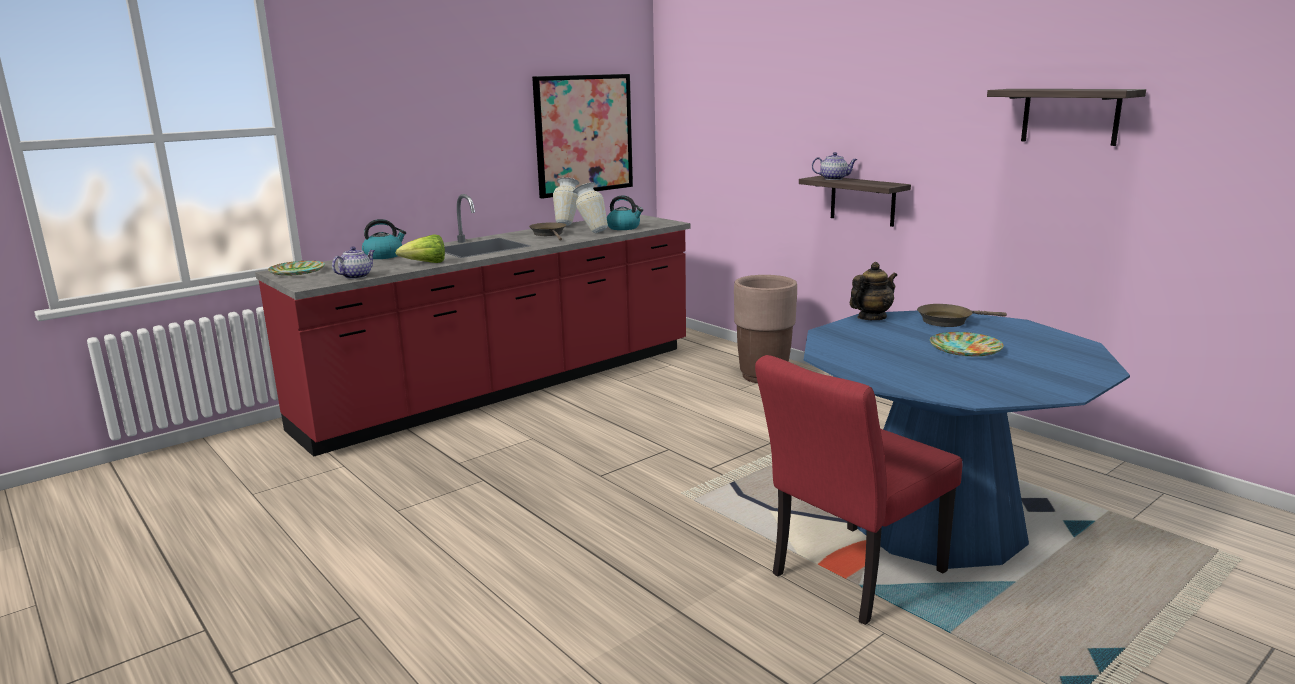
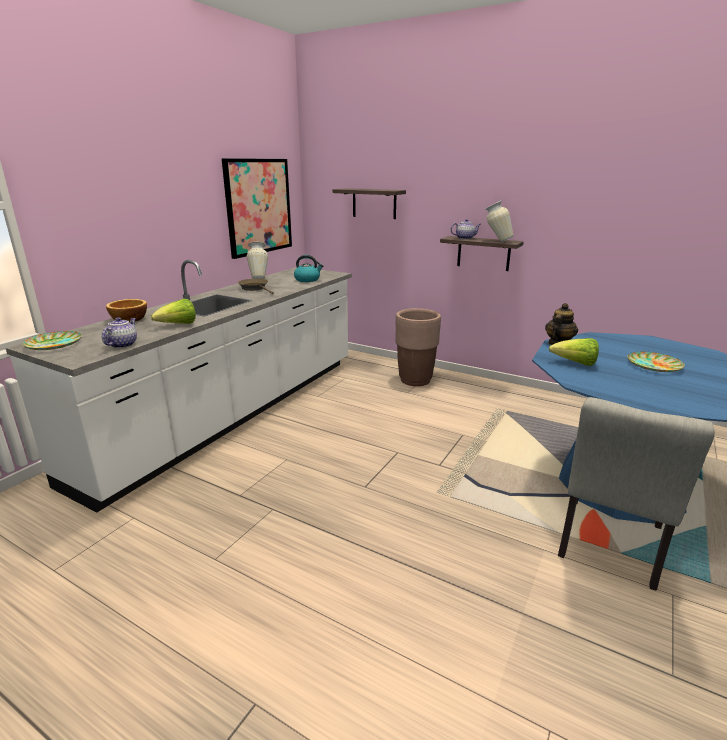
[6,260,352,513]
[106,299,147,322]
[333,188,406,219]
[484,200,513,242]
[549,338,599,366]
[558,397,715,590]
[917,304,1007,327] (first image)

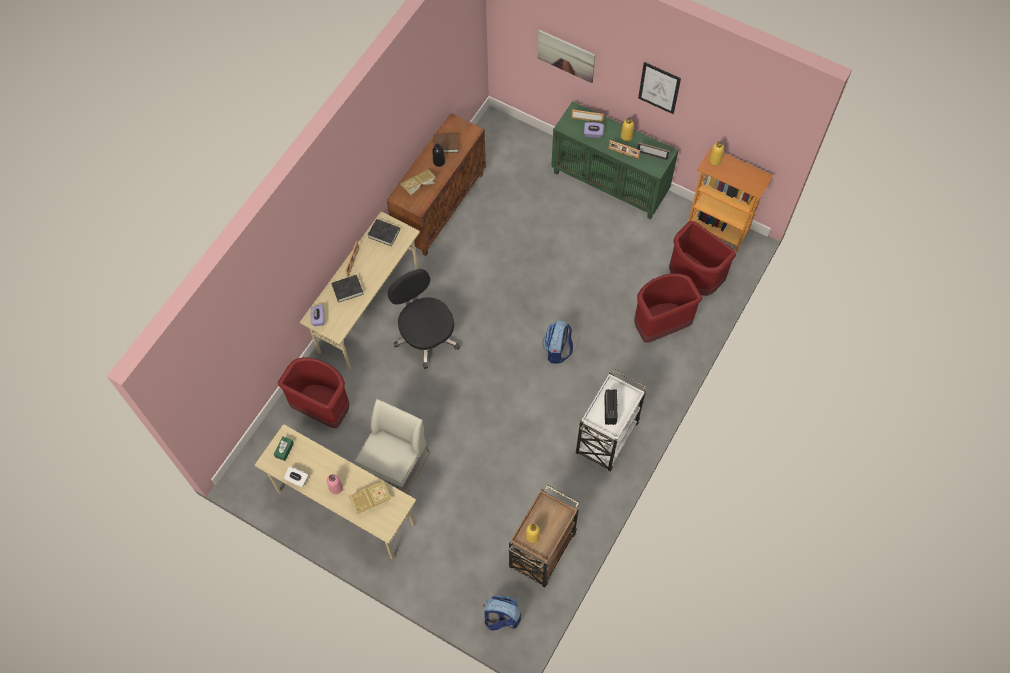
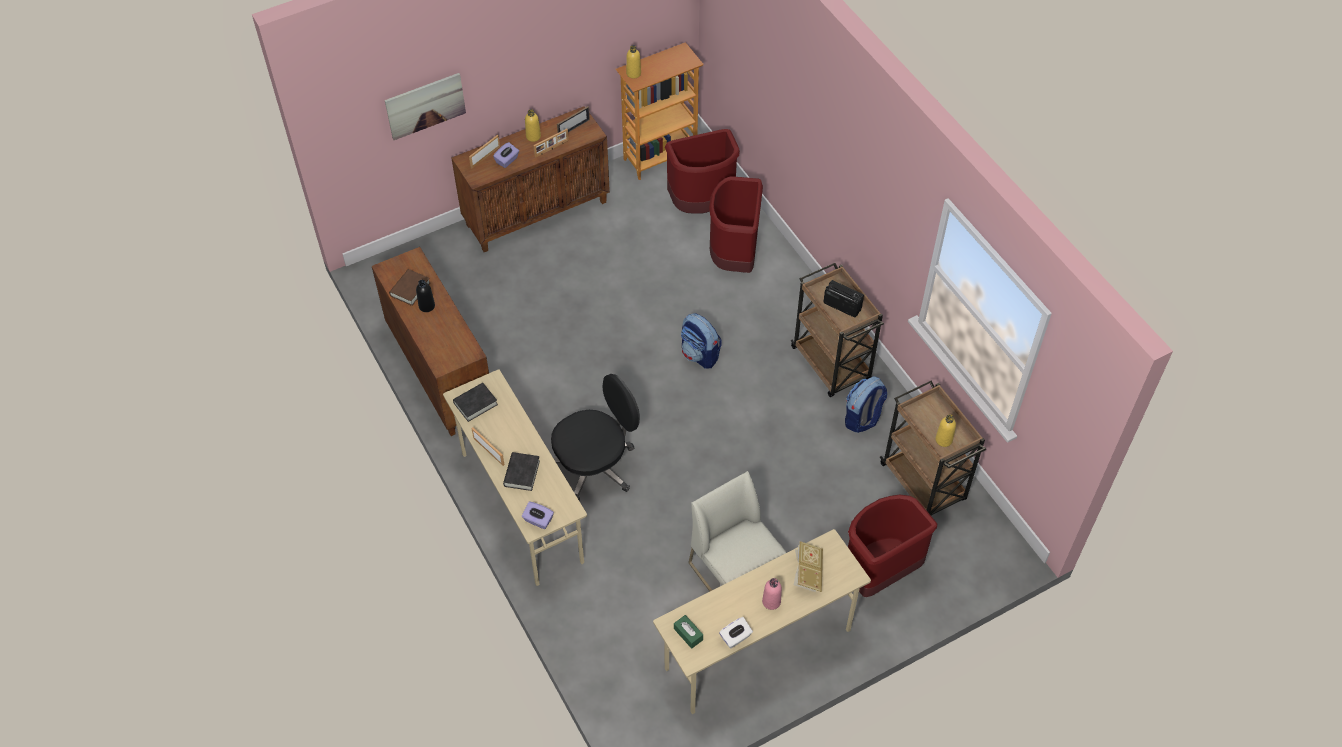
[451,106,610,252]
[551,374,640,501]
[790,263,884,397]
[845,376,887,433]
[848,494,937,597]
[400,170,436,195] (first image)
[638,62,681,114] (first image)

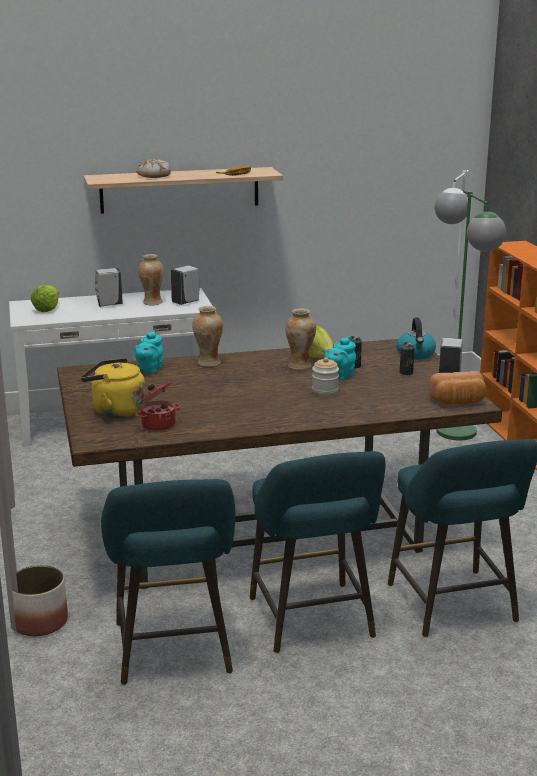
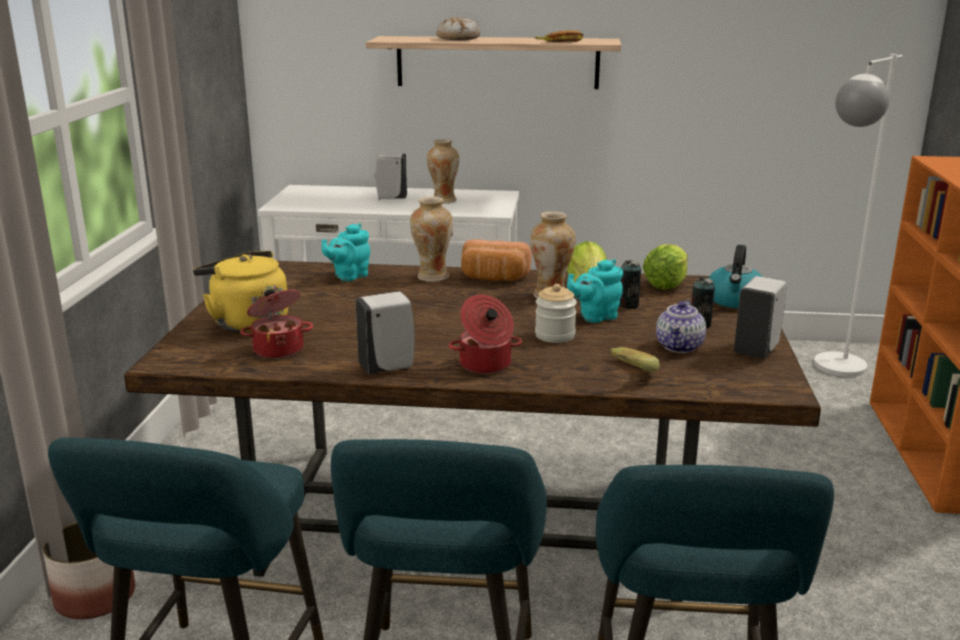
[355,291,415,374]
[449,294,522,374]
[461,239,532,281]
[610,347,660,372]
[643,244,688,289]
[656,300,706,353]
[436,190,506,440] (first image)

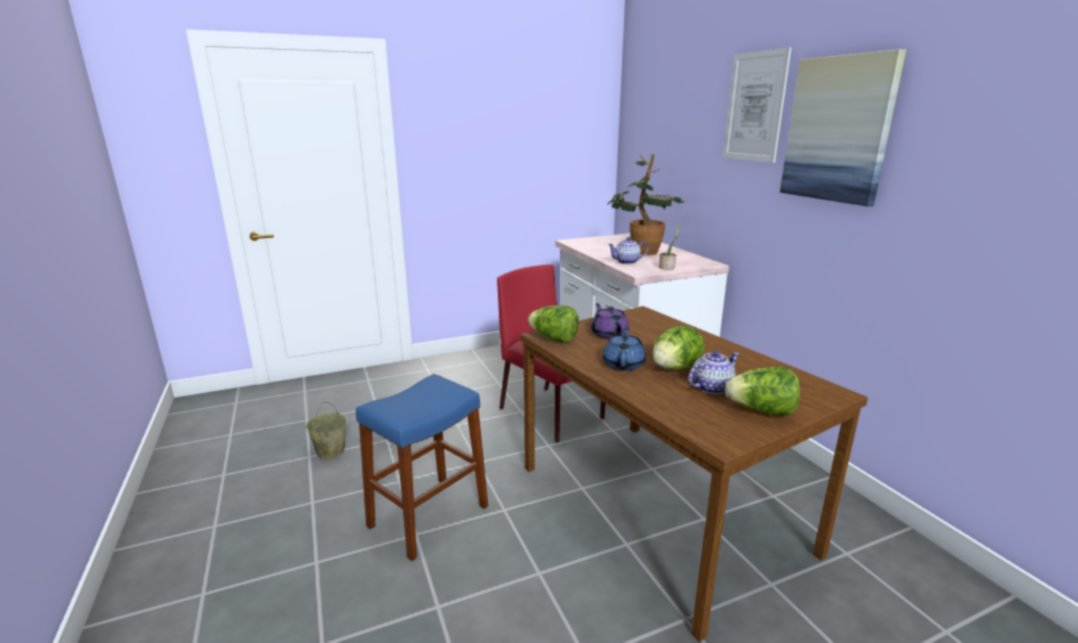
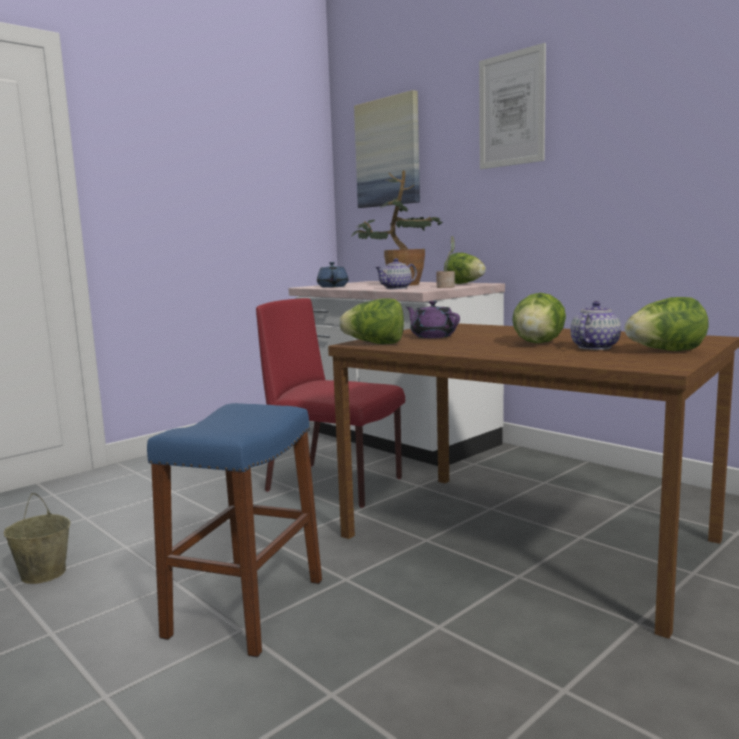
[317,262,348,288]
[354,90,420,208]
[444,253,486,284]

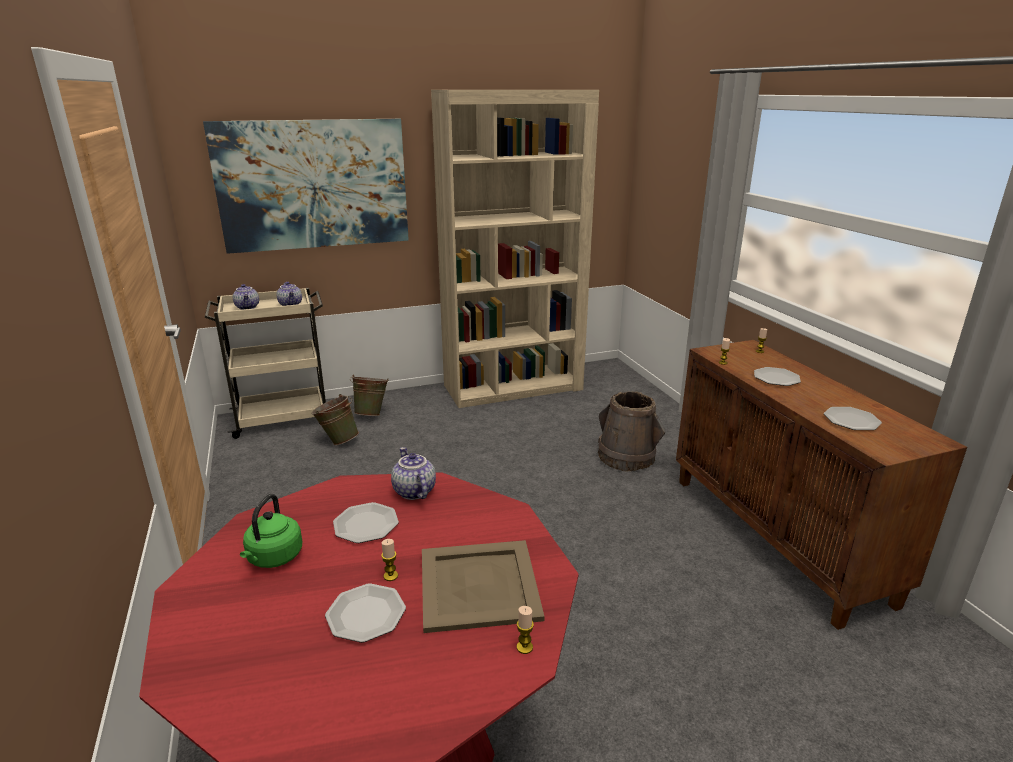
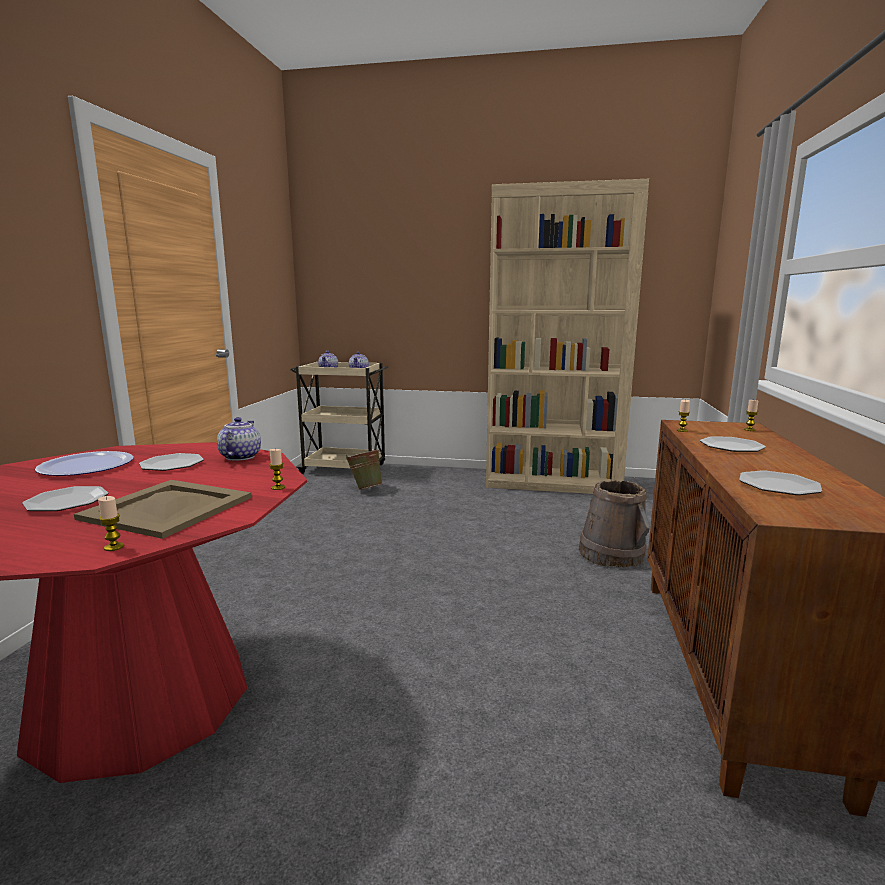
[35,451,133,476]
[269,449,285,490]
[203,119,409,254] (first image)
[350,374,389,416] (first image)

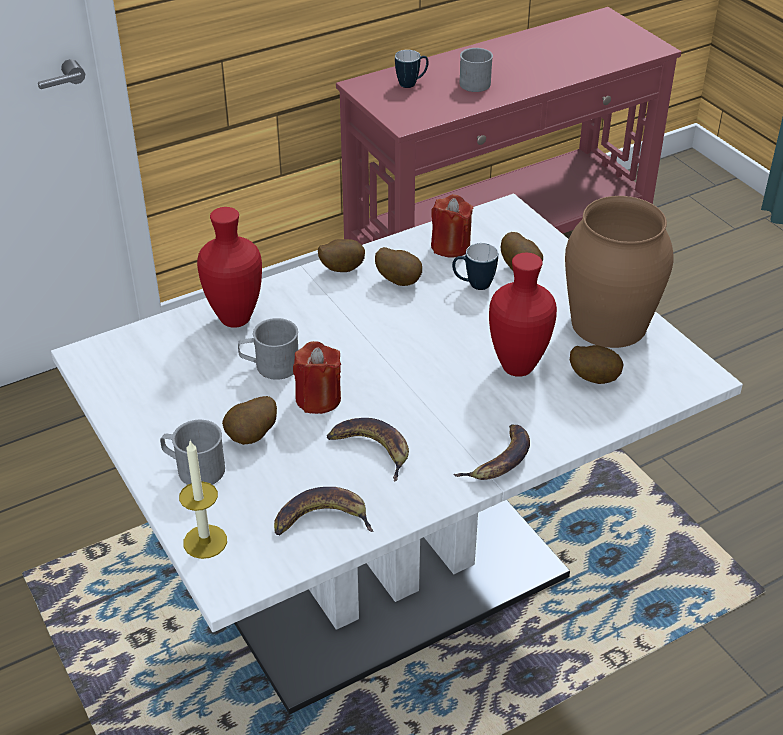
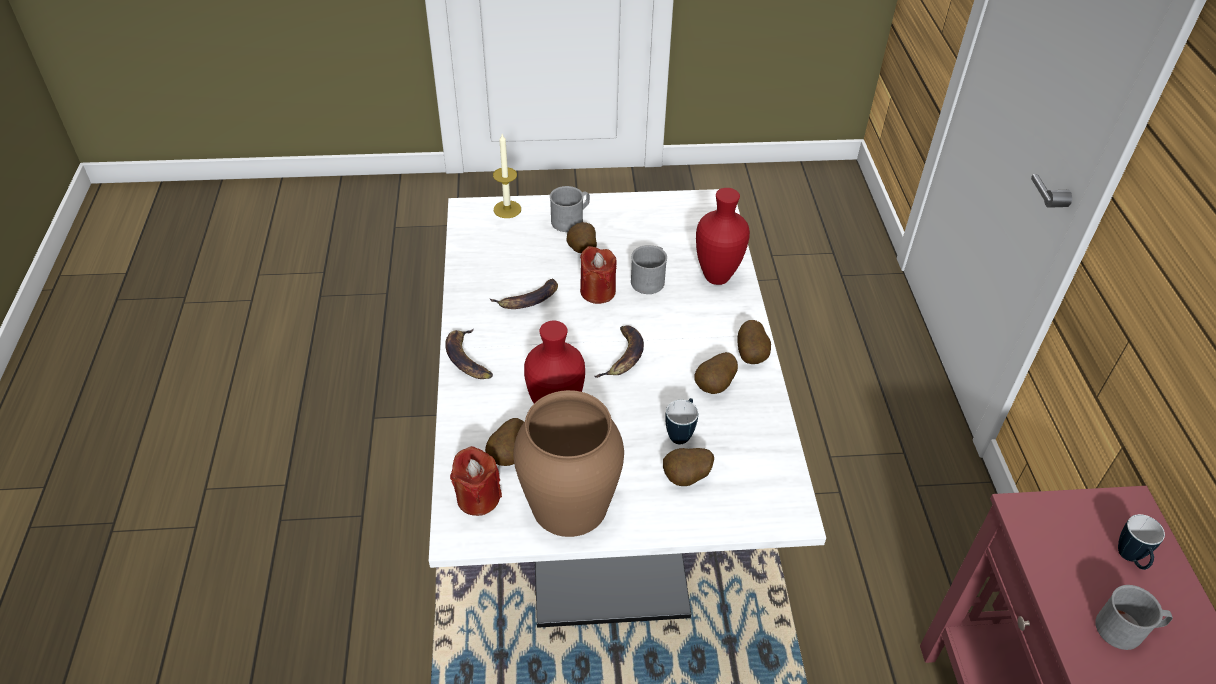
[450,446,502,516]
[594,325,644,378]

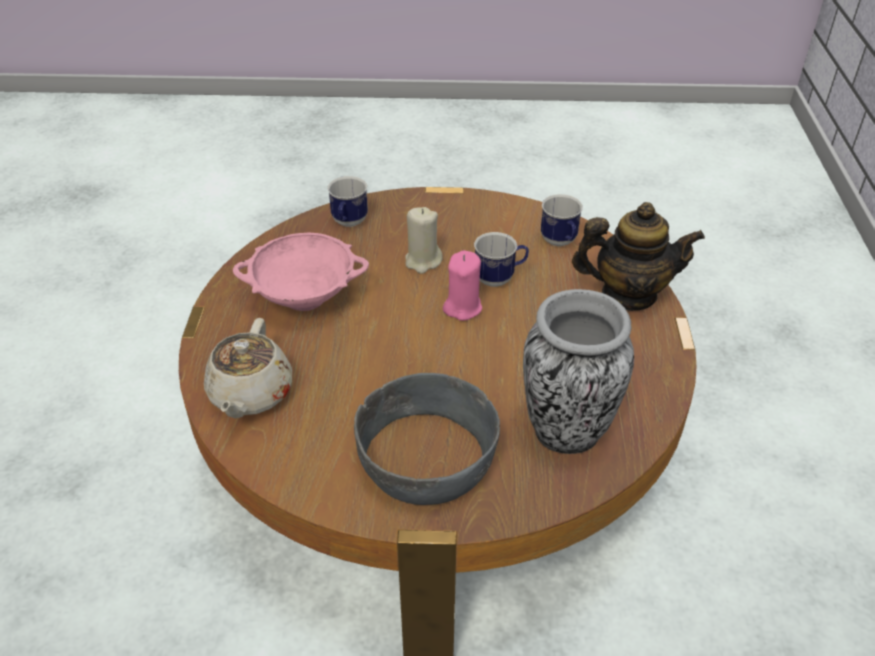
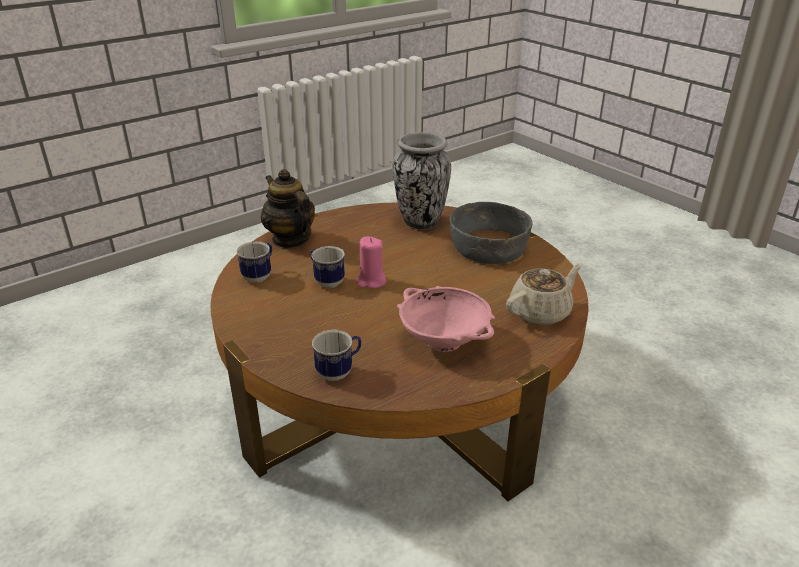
[405,207,442,274] (first image)

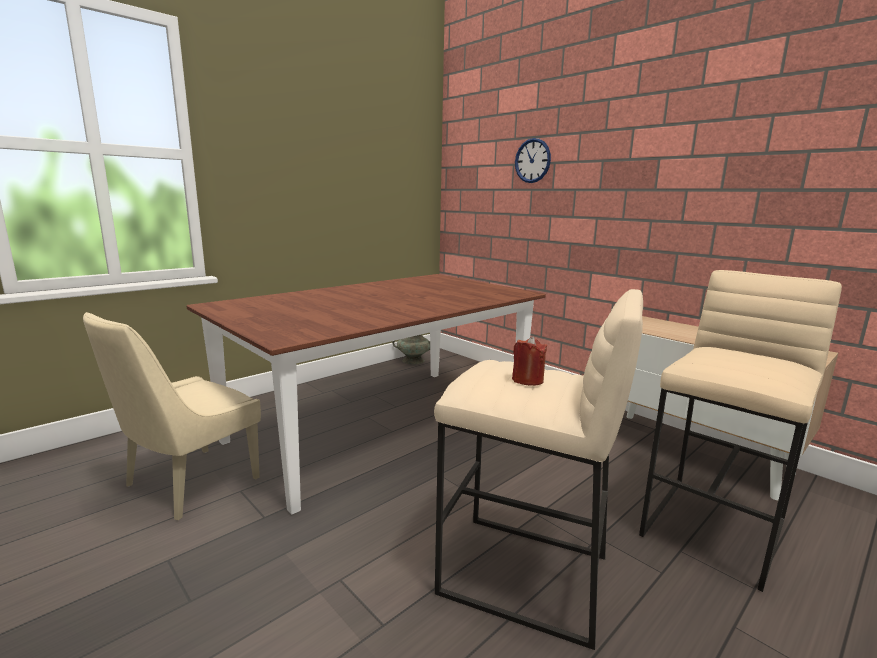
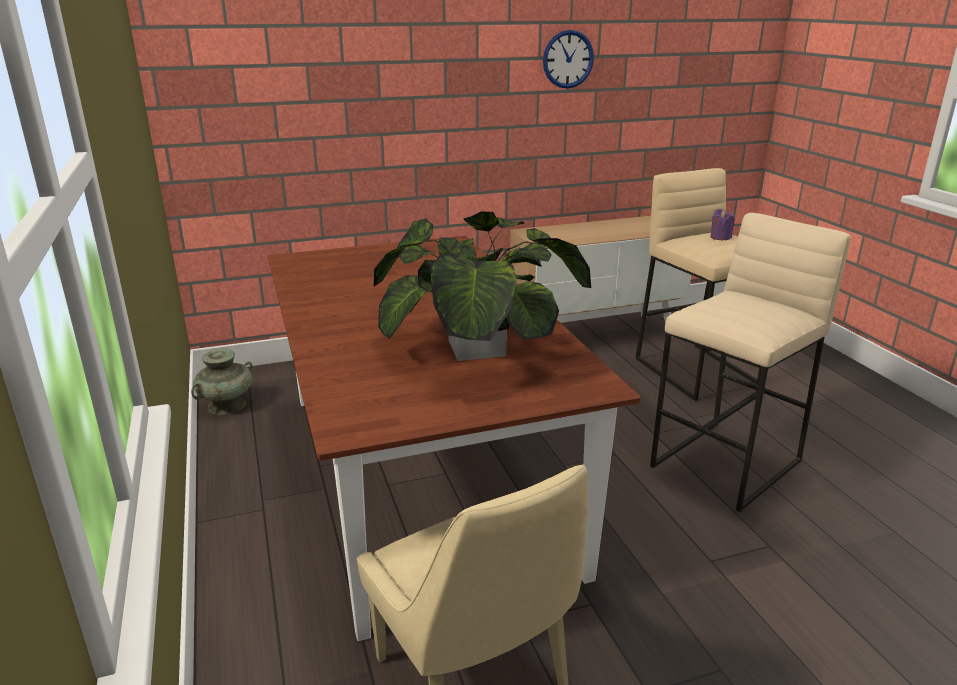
[374,212,591,361]
[543,30,594,89]
[711,209,735,240]
[512,336,547,386] (first image)

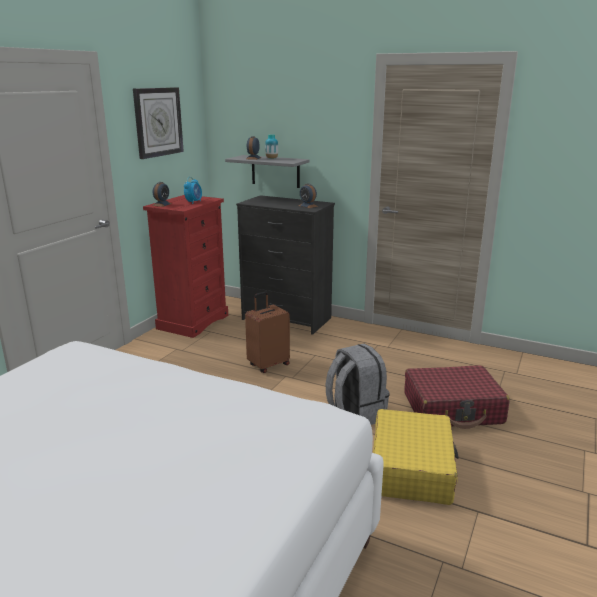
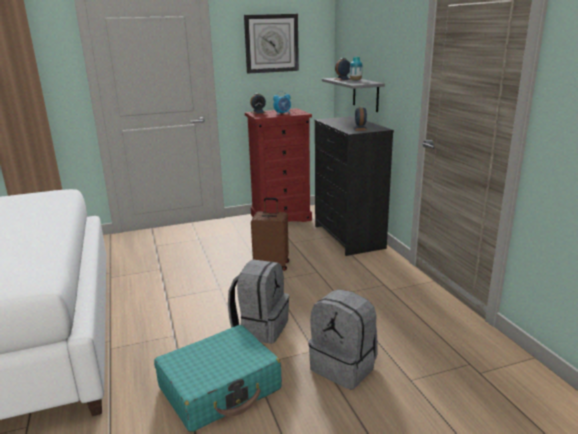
[154,325,282,432]
[309,289,378,390]

